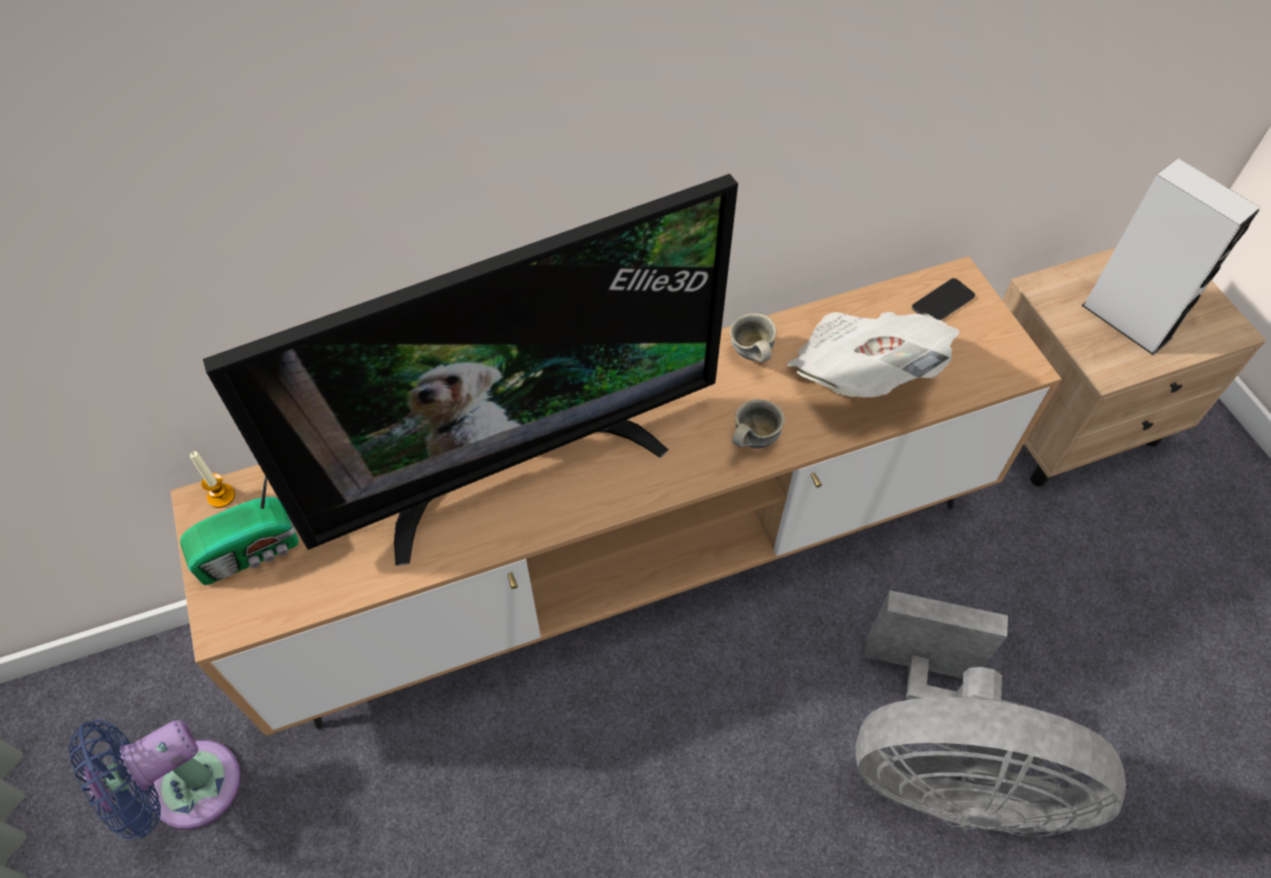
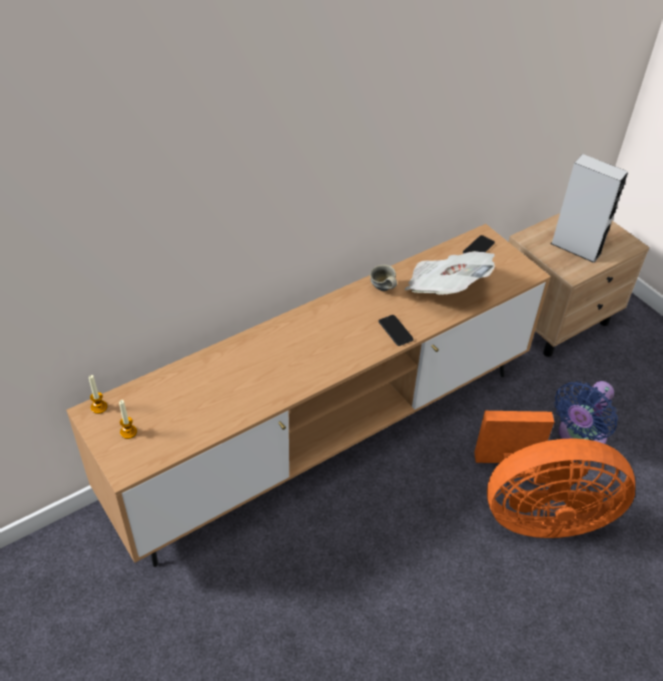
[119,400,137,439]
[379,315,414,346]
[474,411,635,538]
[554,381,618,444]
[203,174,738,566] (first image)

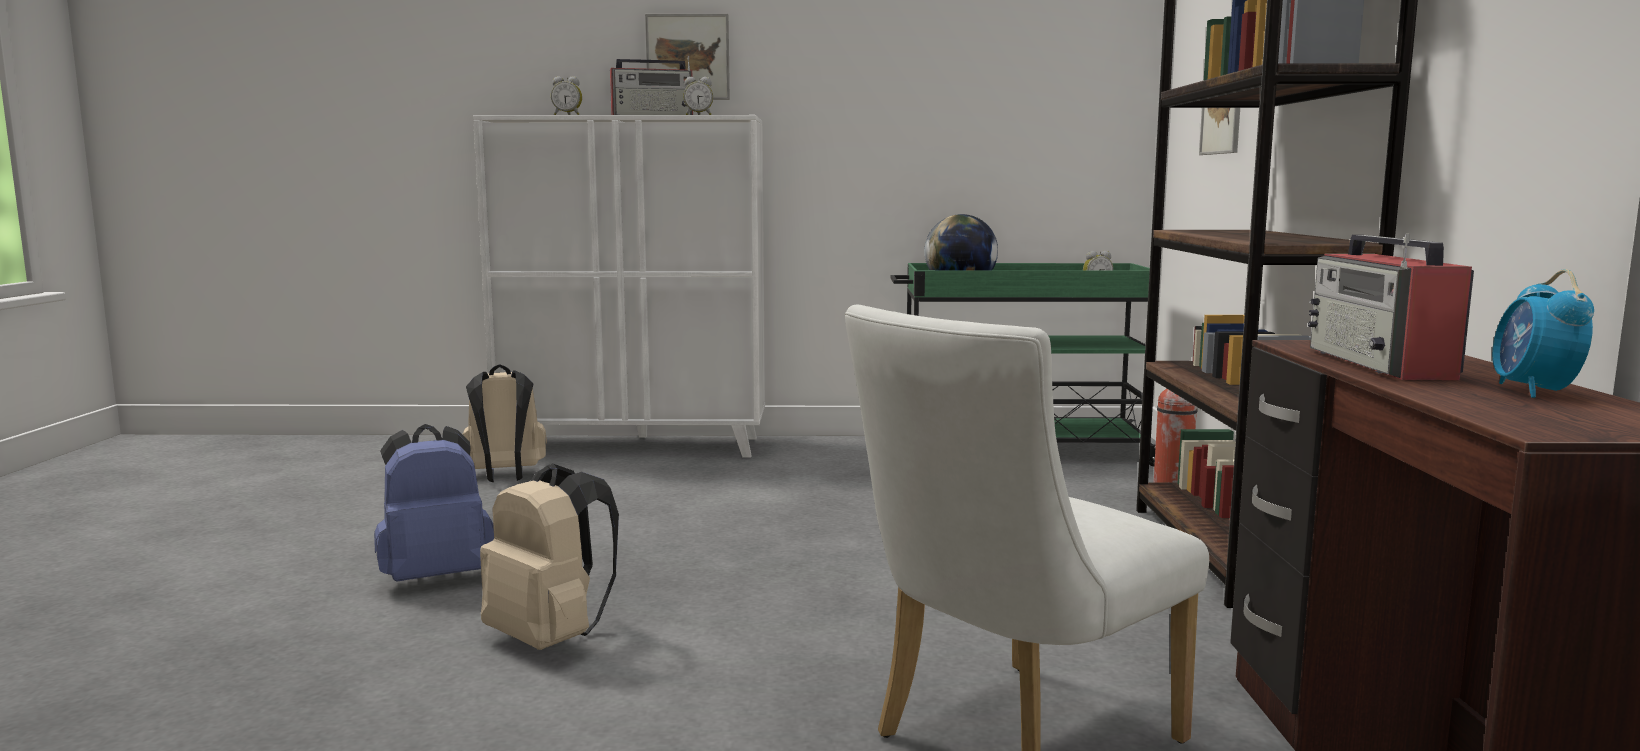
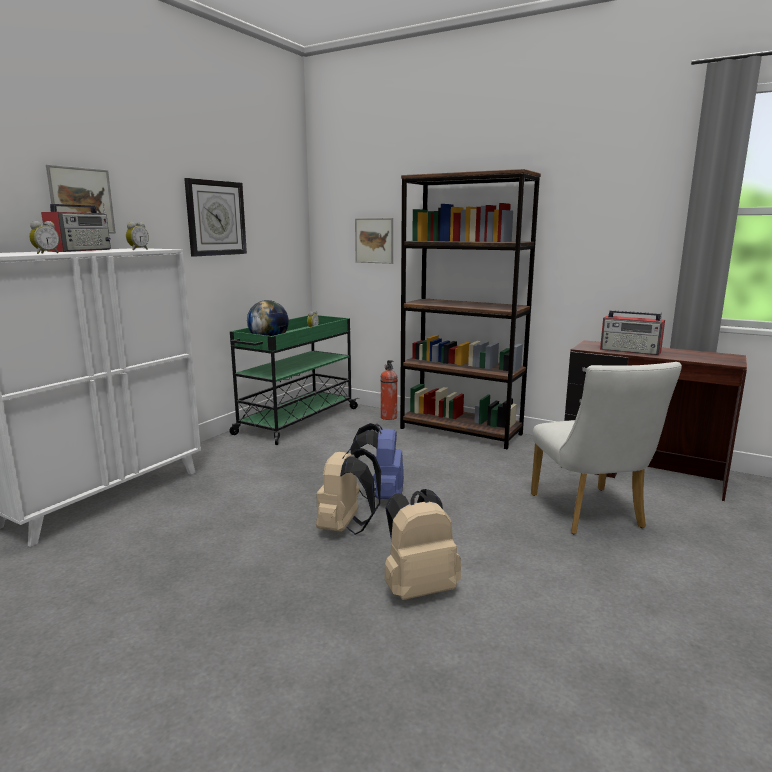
[184,178,247,257]
[316,448,381,535]
[351,423,404,499]
[1492,269,1594,398] (first image)

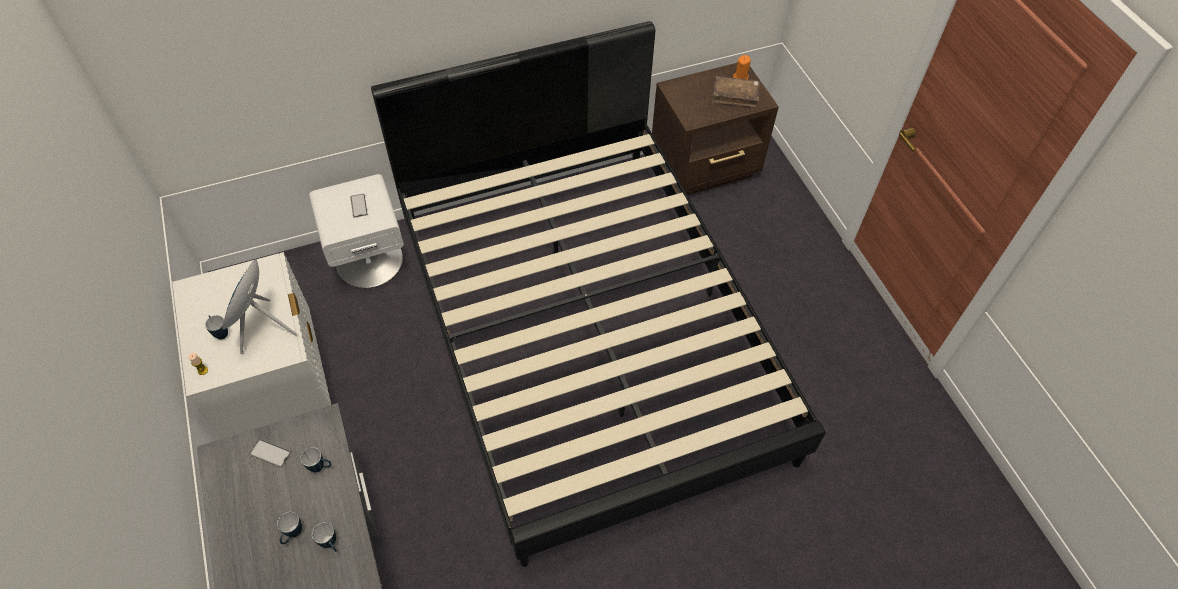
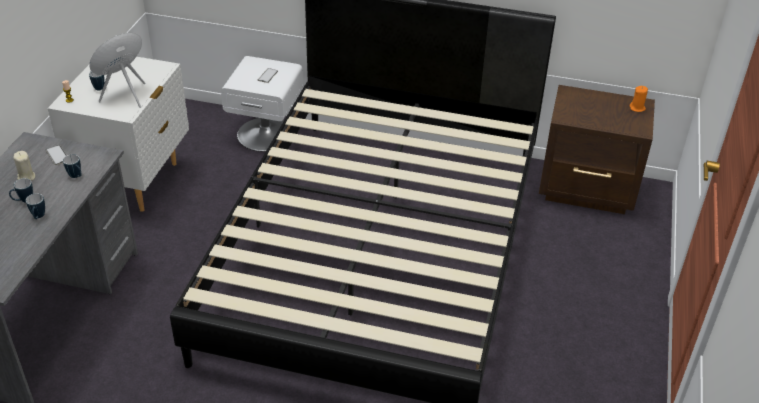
[13,151,35,181]
[712,76,760,108] (first image)

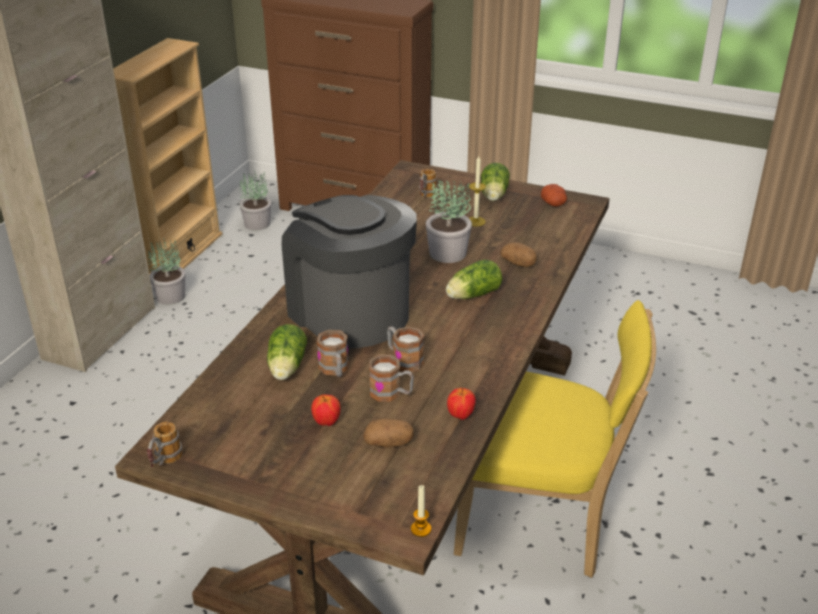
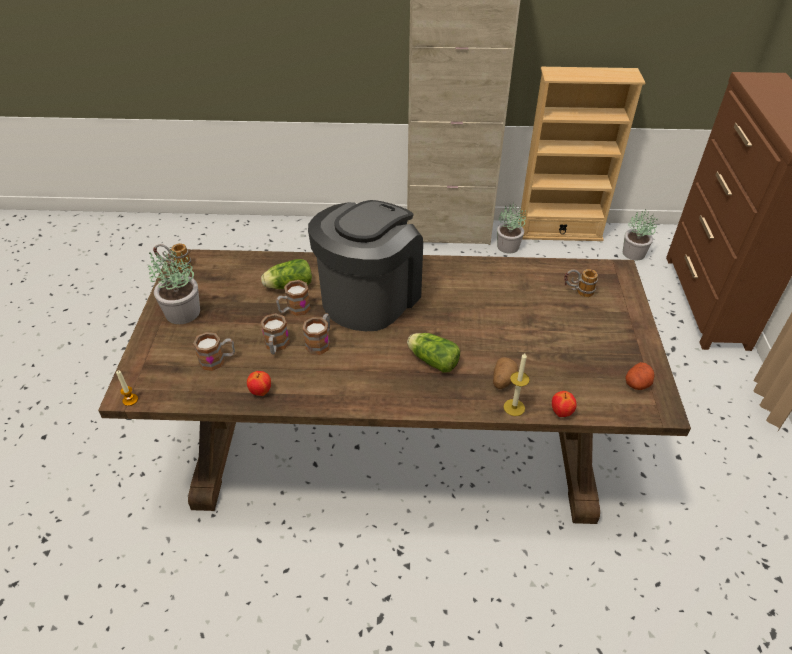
[148,247,200,324]
[193,332,235,371]
[503,353,530,416]
[552,391,577,417]
[454,300,656,578] (first image)
[481,163,510,201] (first image)

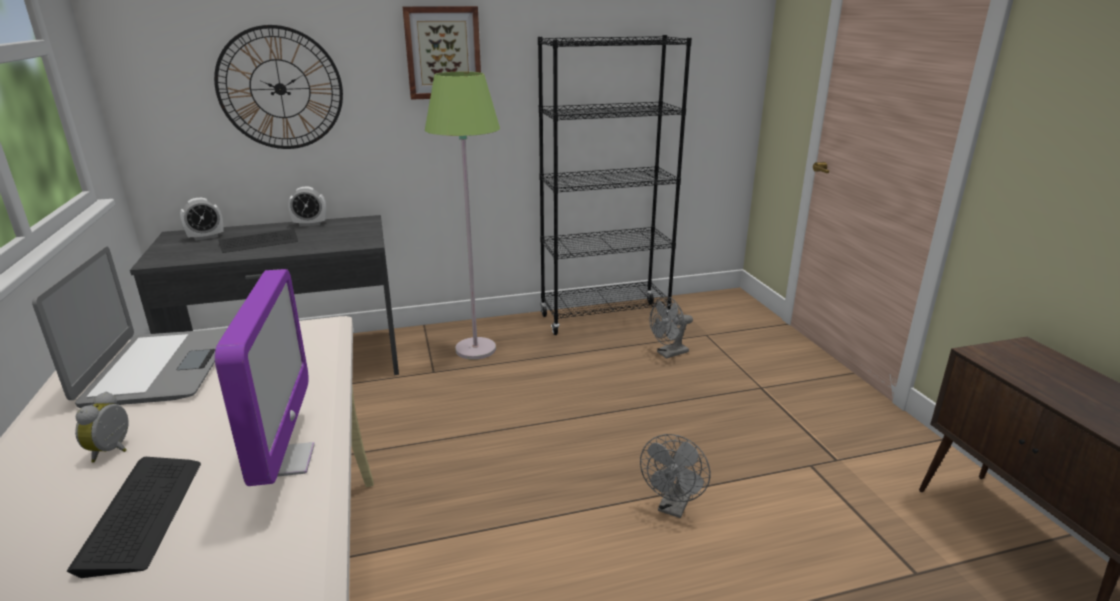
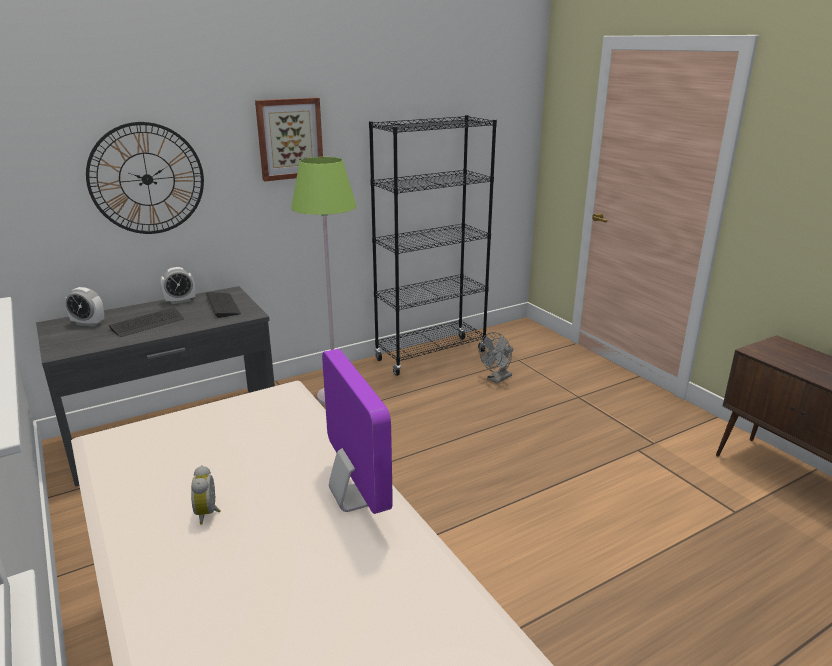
[65,287,104,327]
[206,292,241,318]
[32,247,227,408] (first image)
[640,434,711,518] (first image)

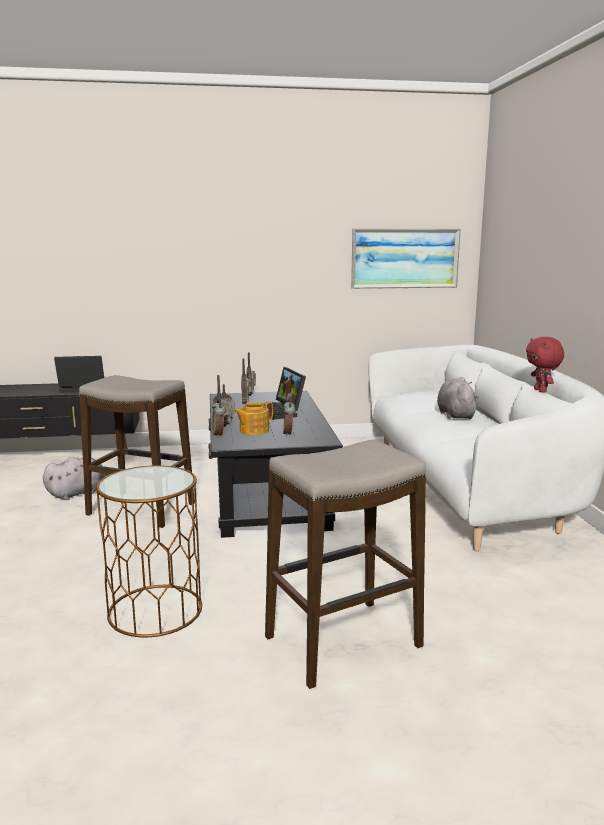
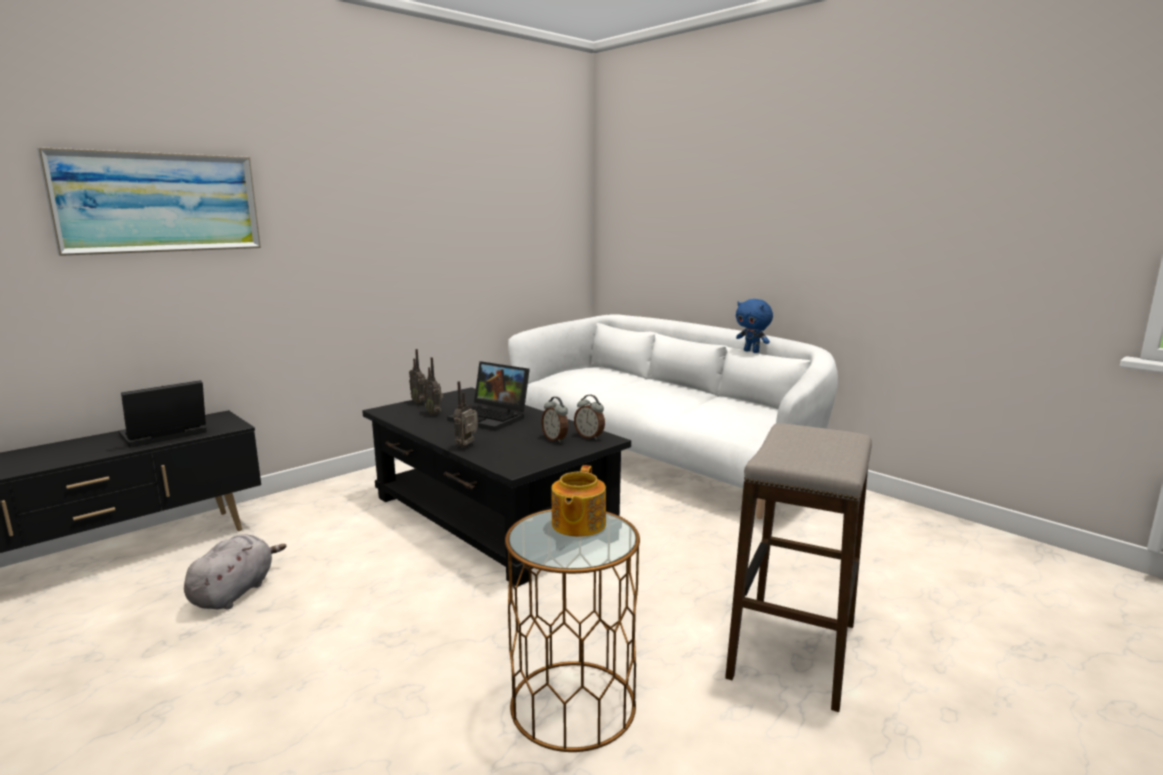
[37,147,261,256]
[551,465,606,537]
[574,395,605,440]
[736,299,773,353]
[79,375,195,528] (first image)
[437,377,479,419] (first image)

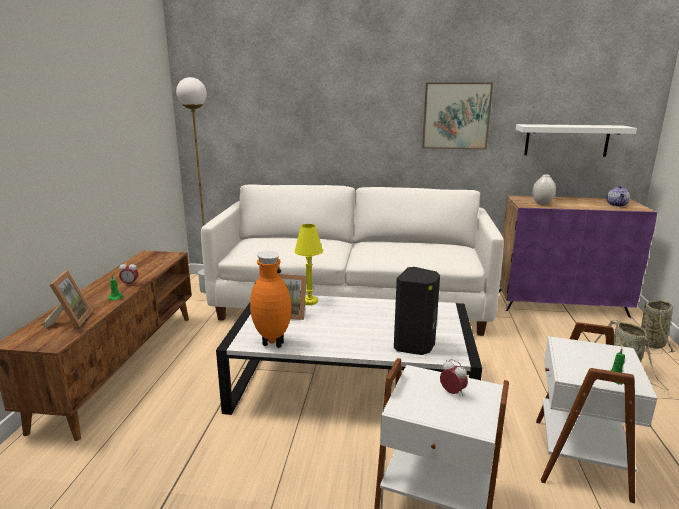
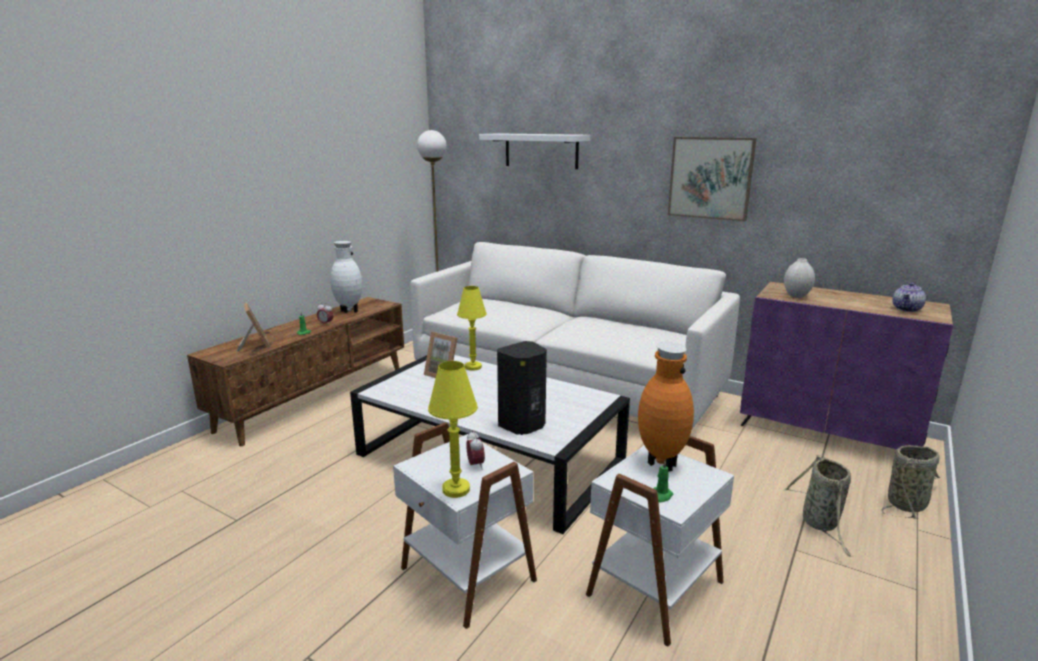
[237,302,270,352]
[330,241,363,313]
[428,361,478,498]
[479,133,590,169]
[638,342,694,472]

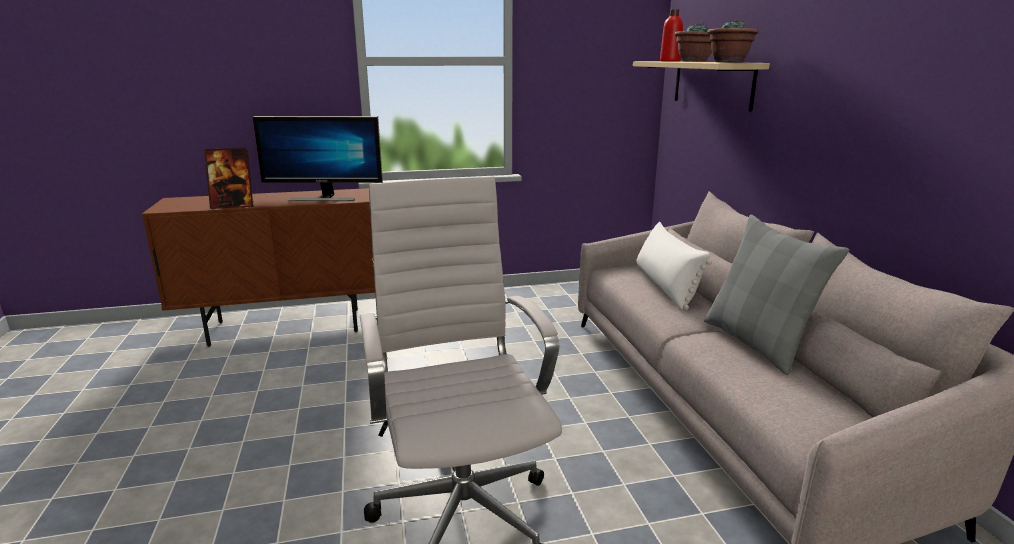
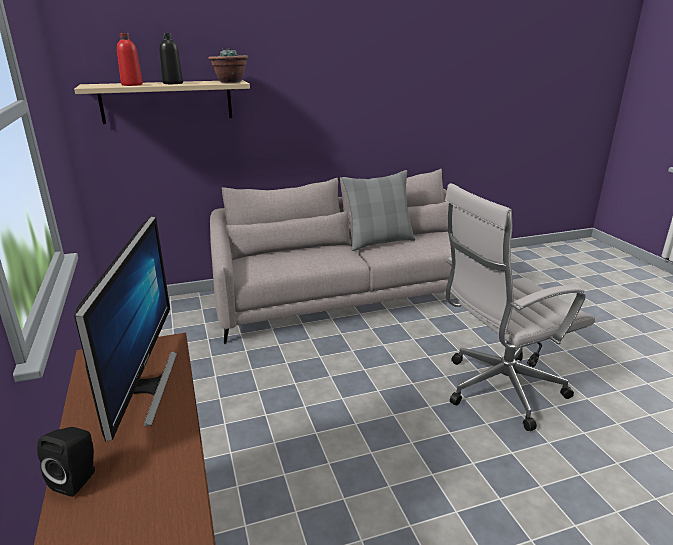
[37,427,95,497]
[159,33,183,84]
[204,148,254,209] (first image)
[637,222,712,310] (first image)

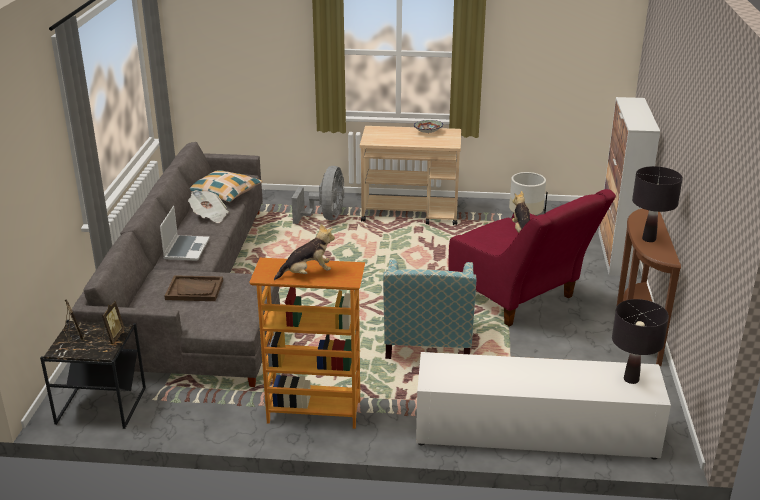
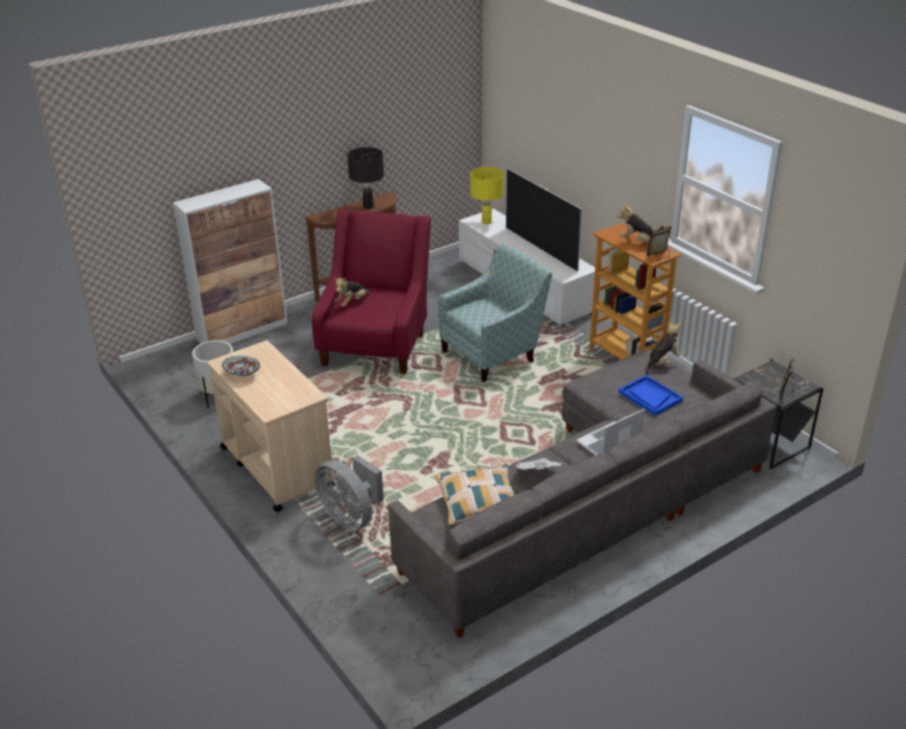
[315,455,384,531]
[470,167,504,224]
[506,169,582,272]
[618,375,683,416]
[646,321,681,375]
[647,226,671,260]

